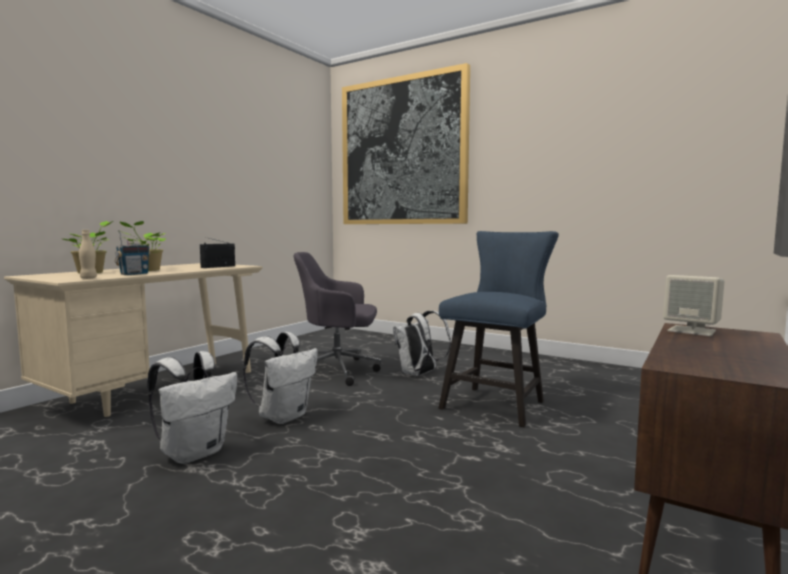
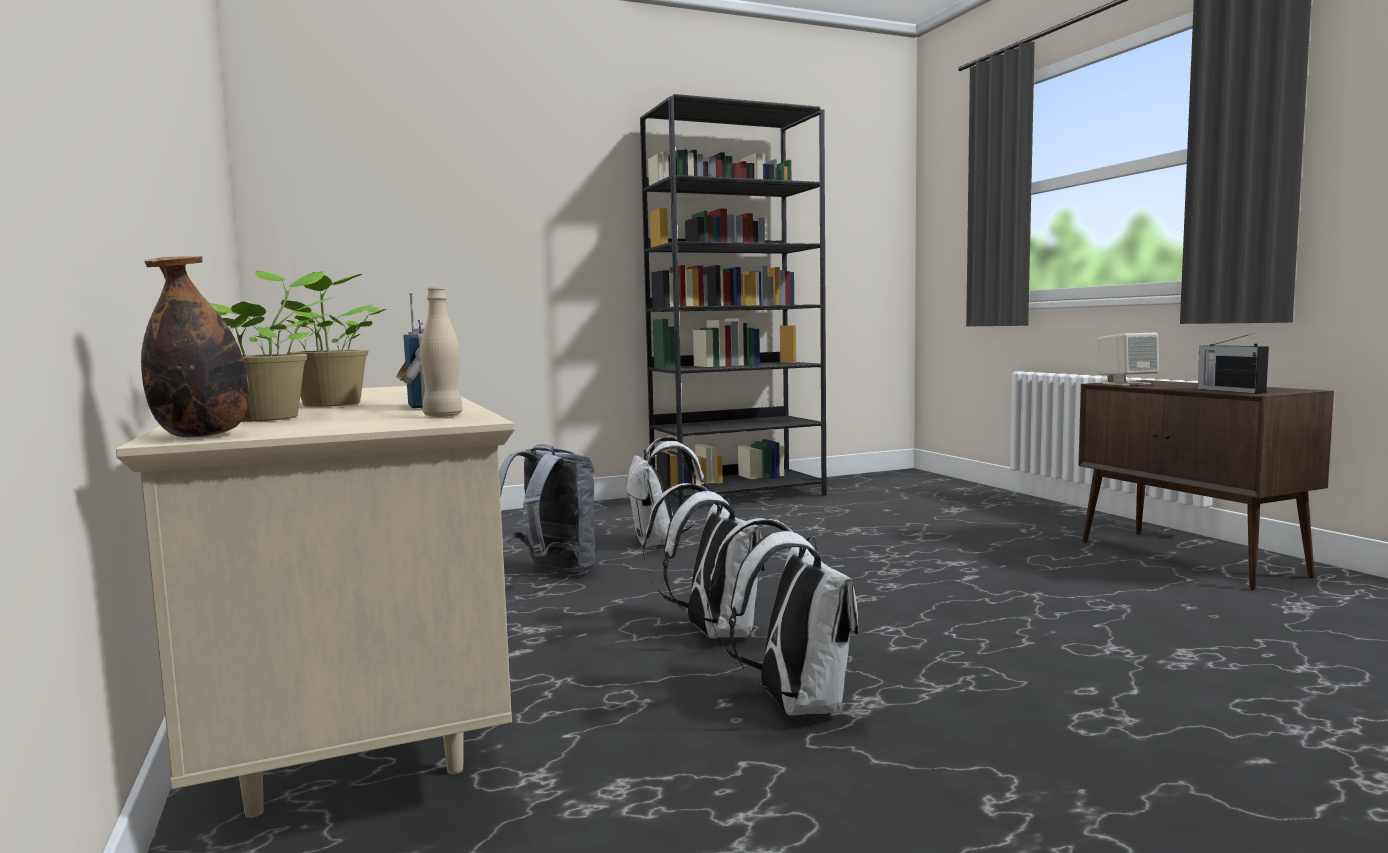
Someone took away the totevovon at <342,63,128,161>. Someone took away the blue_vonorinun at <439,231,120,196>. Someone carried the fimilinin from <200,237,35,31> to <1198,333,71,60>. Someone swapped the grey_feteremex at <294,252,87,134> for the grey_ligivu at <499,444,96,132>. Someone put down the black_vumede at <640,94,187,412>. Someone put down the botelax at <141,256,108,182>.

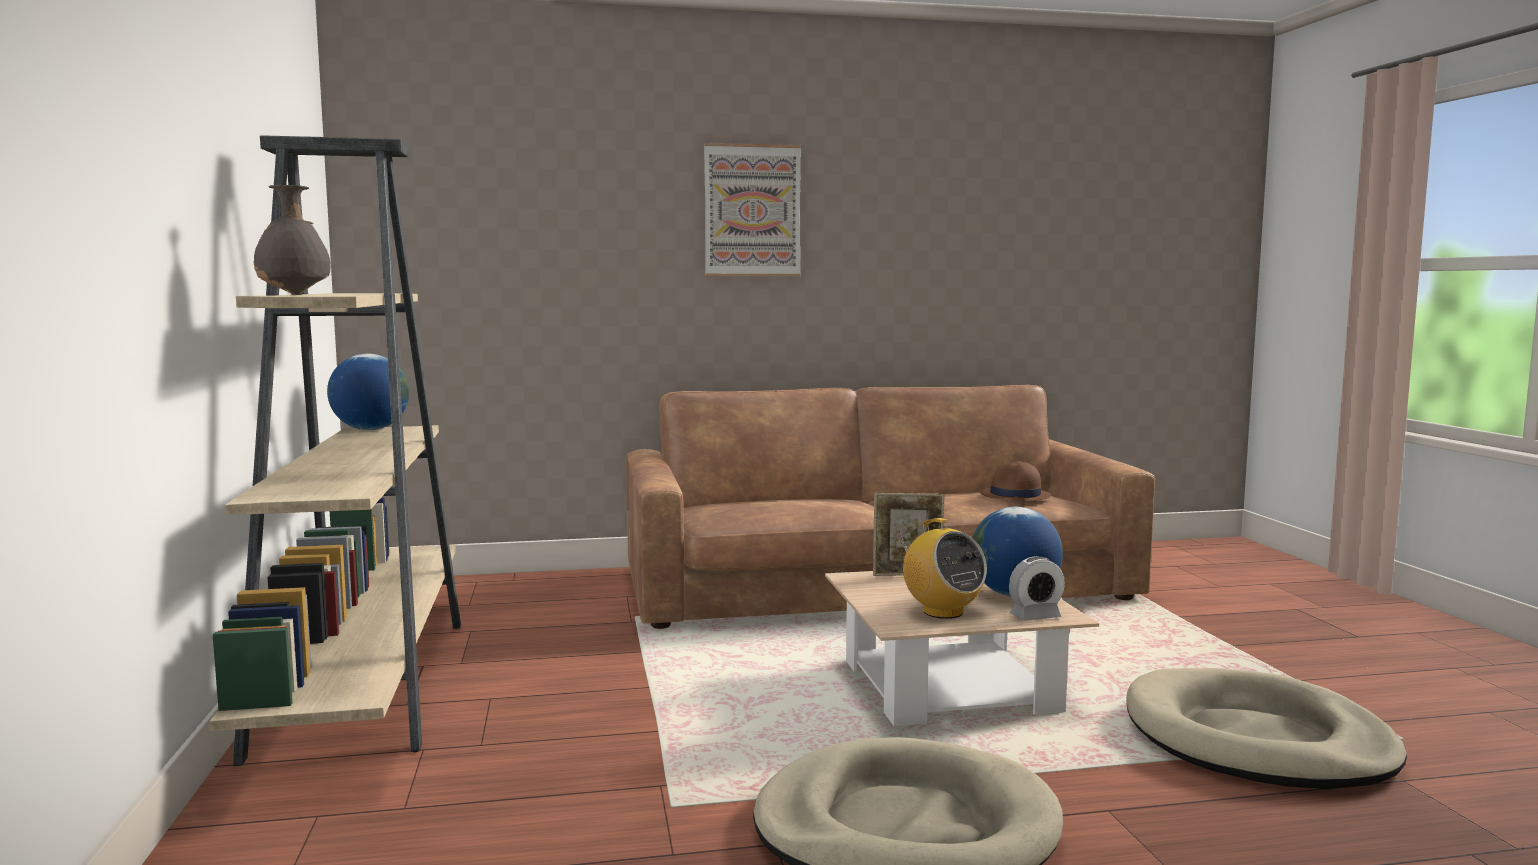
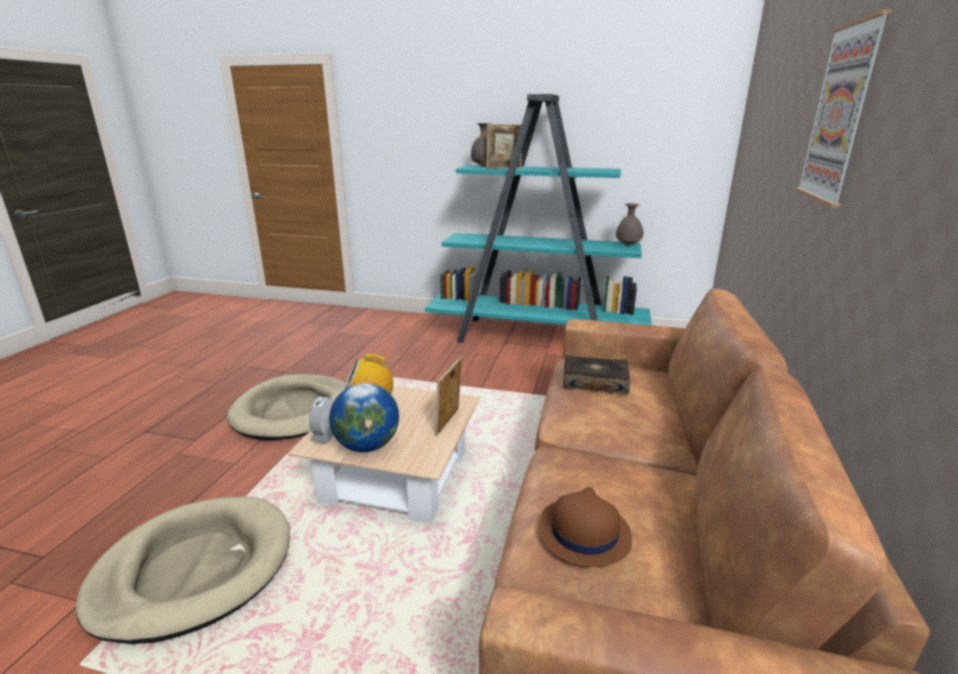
Someone repainted the beige_vumede at <209,135,252,631>, which became the turquoise_vumede at <425,94,227,249>. Someone swapped the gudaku at <327,353,82,77> for the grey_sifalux at <616,203,27,43>. Someone put down the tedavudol at <487,124,35,45>. Someone put down the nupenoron at <563,355,67,39>.

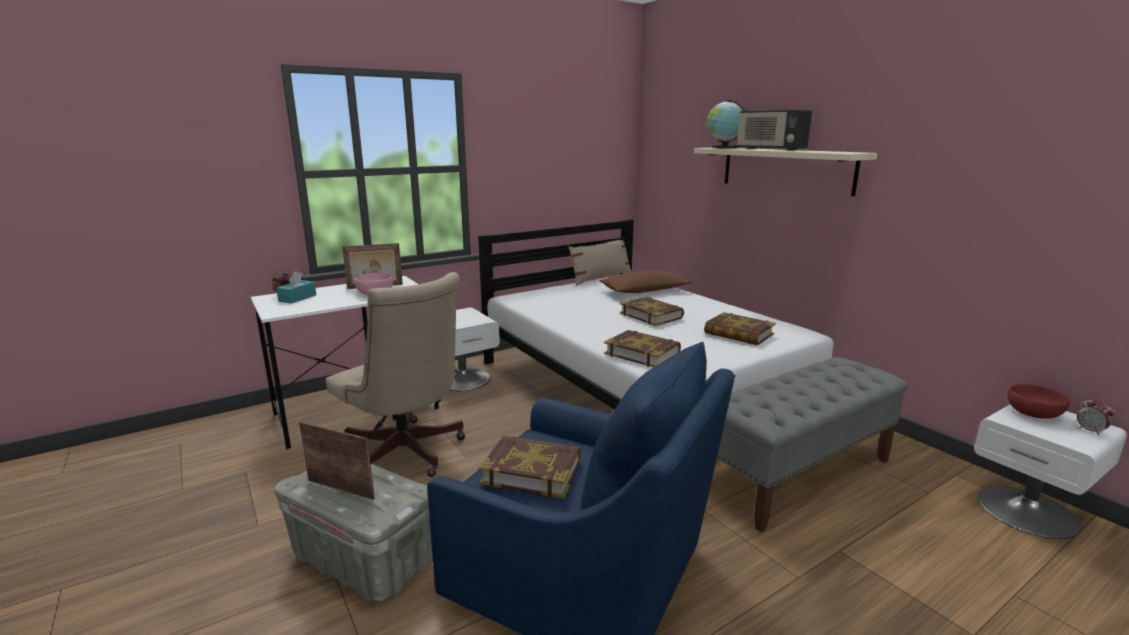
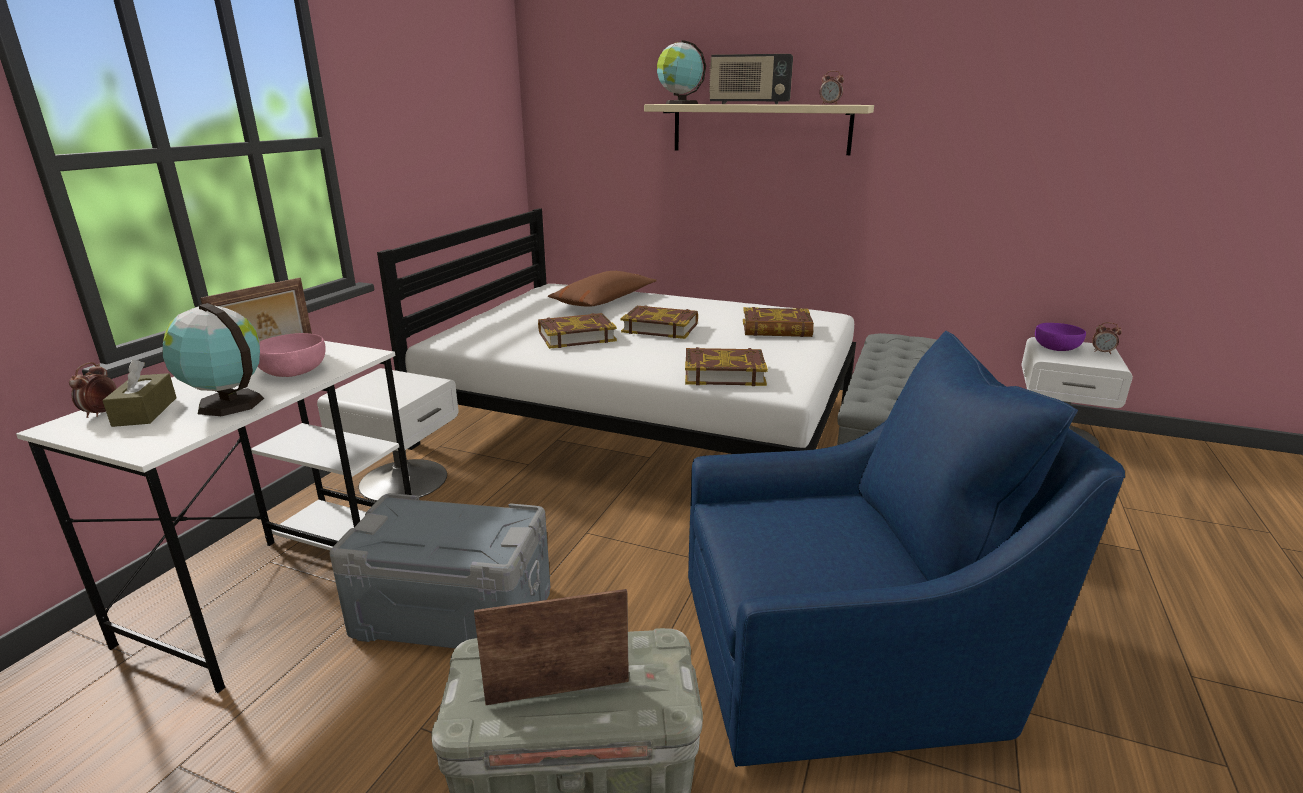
Someone took away the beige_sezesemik at <568,240,64,46>. Someone repainted the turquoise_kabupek at <276,271,40,33>, which became the brown_kabupek at <102,360,75,67>. Someone swapped the beige_feteremex at <326,272,139,205> for the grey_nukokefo at <330,493,220,155>. Someone repainted the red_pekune at <1007,384,63,35>, which became the purple_pekune at <1035,323,51,28>. Someone carried the nupenoron from <478,436,103,63> to <538,313,79,36>. Someone put down the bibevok at <820,71,24,34>. Someone put down the gudaku at <163,303,101,113>.

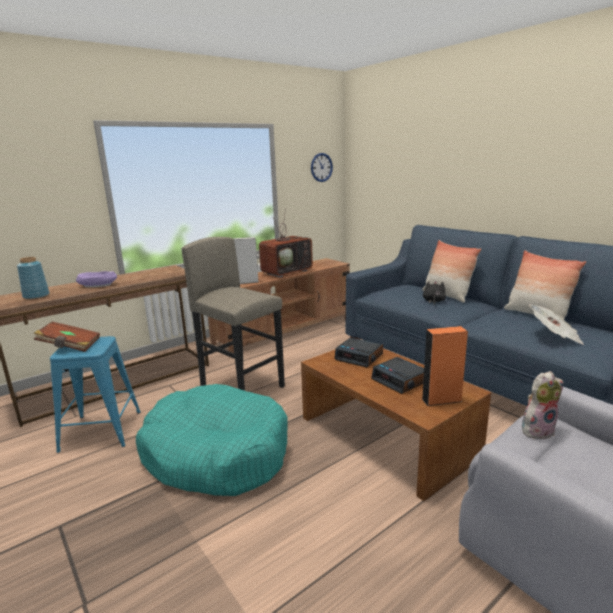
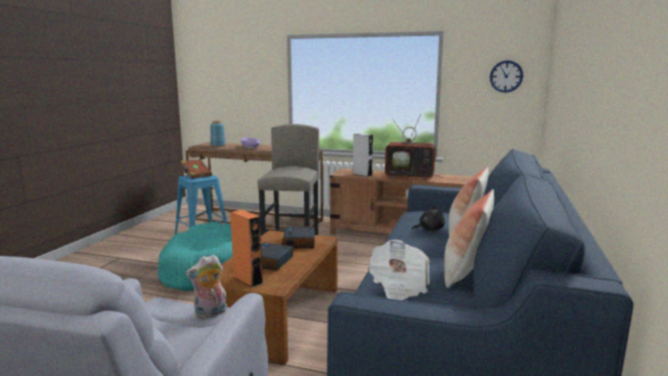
Someone rotated the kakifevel at <522,371,42,68> by 120 degrees clockwise.

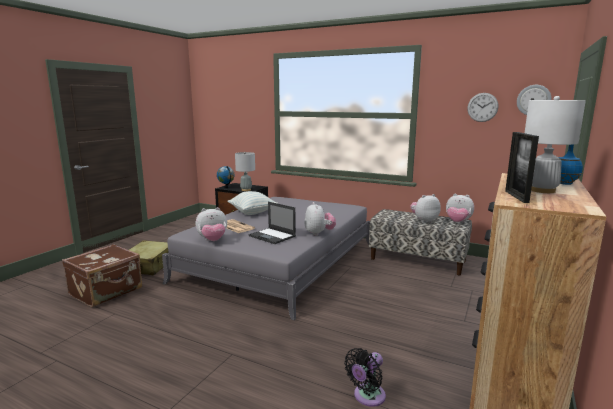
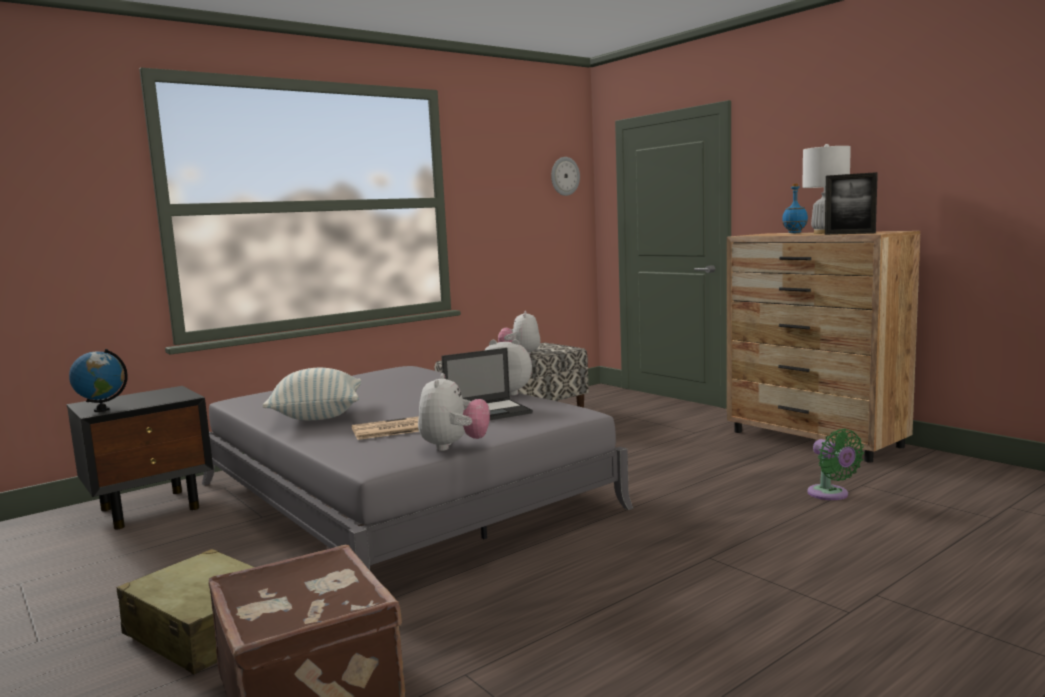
Someone took away the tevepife at <467,93,32,29>. Someone took away the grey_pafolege at <235,152,20,39>. Someone took away the kakifevel at <446,193,28,30>. Someone repainted the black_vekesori at <344,348,42,59>, which became the green_vekesori at <807,429,57,71>.

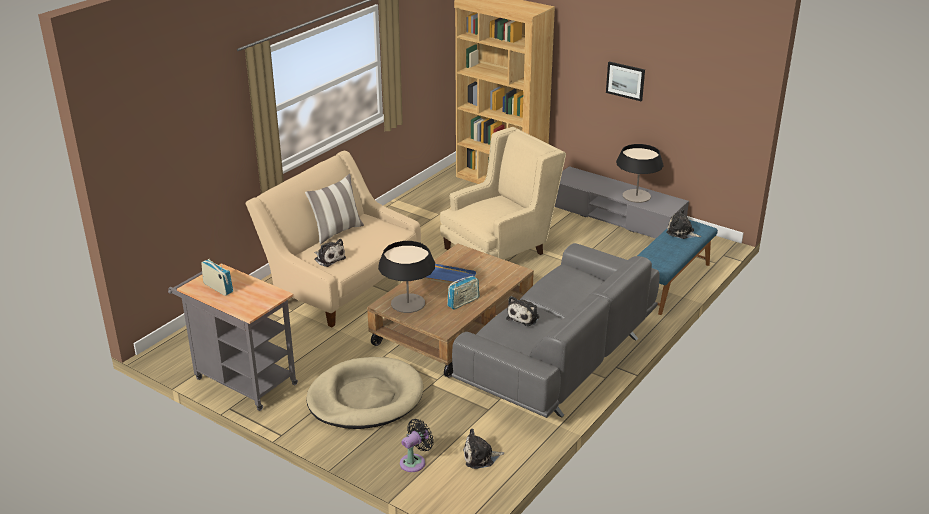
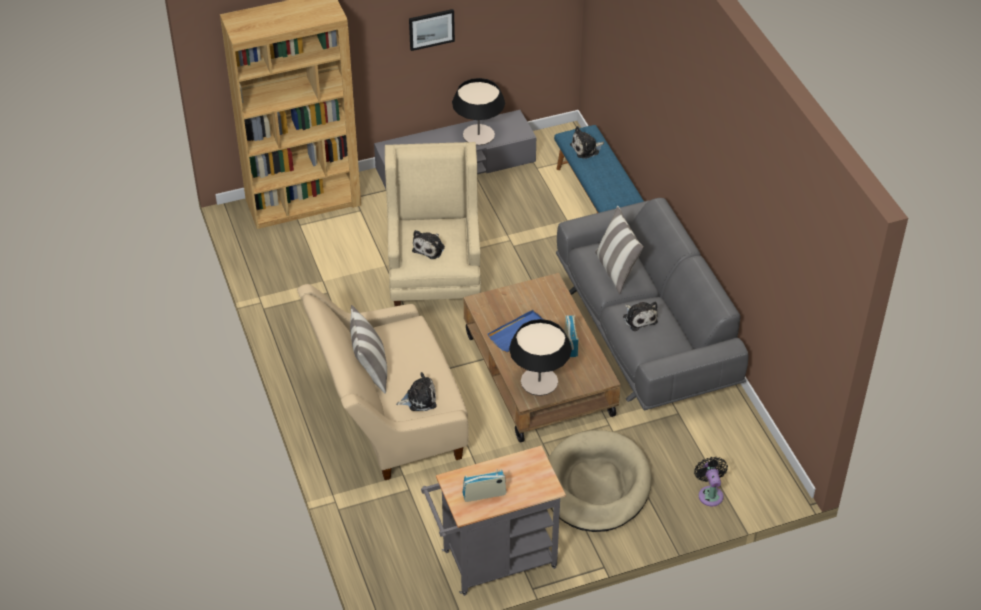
Someone carried the kakifevel from <463,428,41,41> to <412,230,33,29>. Someone put down the sezesemik at <595,206,49,88>.

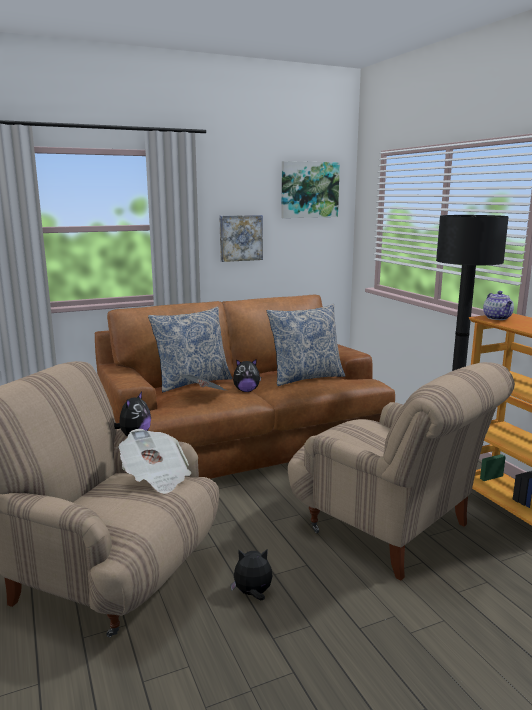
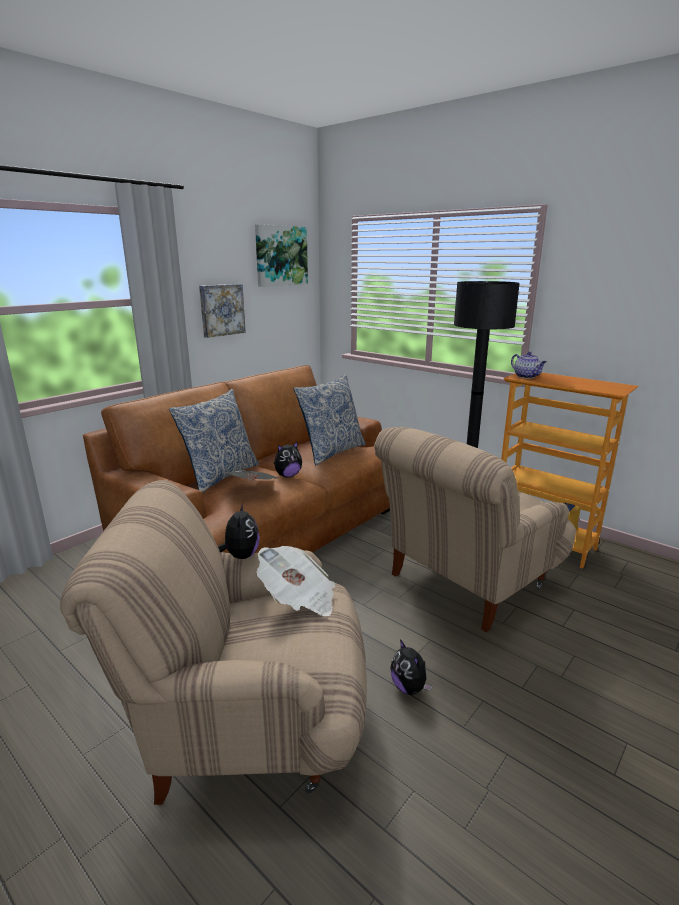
Someone rotated the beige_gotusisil at <288,362,227,219> by 120 degrees clockwise. Someone rotated the kakifevel at <230,549,43,51> by 90 degrees counterclockwise.

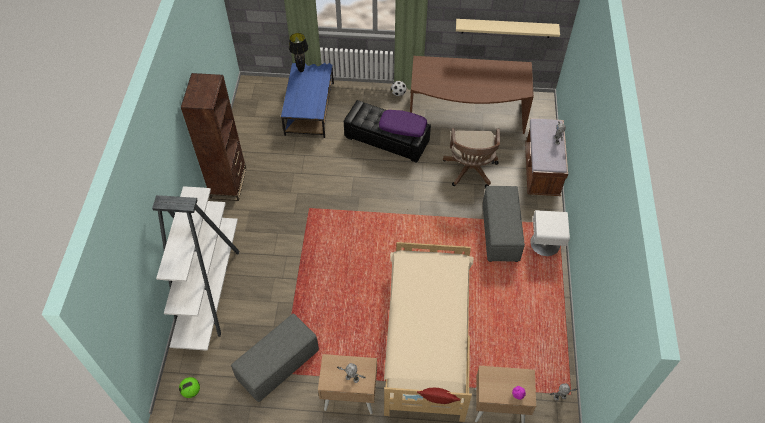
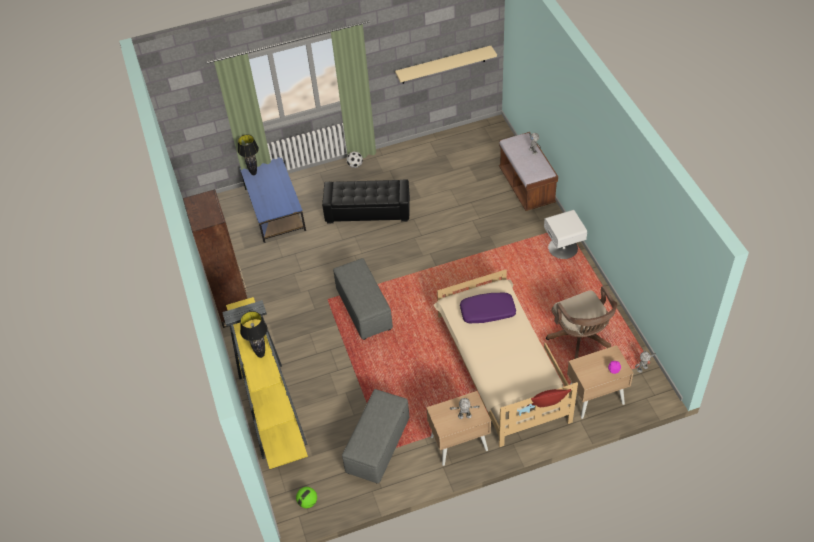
Someone took away the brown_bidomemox at <410,56,124,78>. Someone carried the purple_sezesemik from <379,110,48,27> to <460,293,56,30>. Someone carried the brown_feteremex from <443,128,57,60> to <546,286,71,74>. Someone repainted the white_vumede at <152,186,87,165>, which became the yellow_vumede at <222,297,86,172>. Someone carried the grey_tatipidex from <483,186,42,76> to <333,258,60,82>. Someone put down the black_pafolege at <240,311,28,47>.

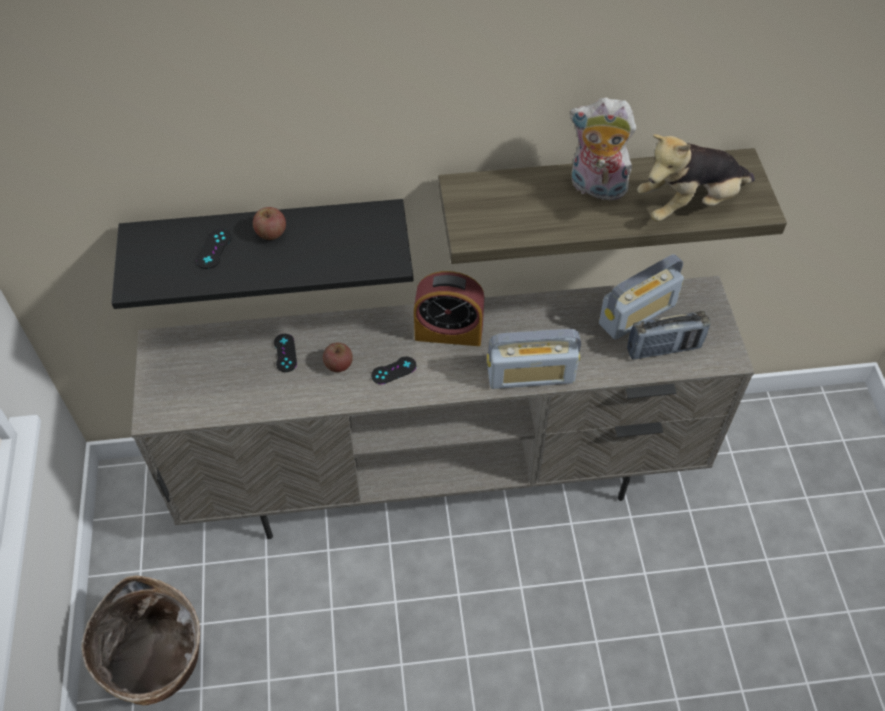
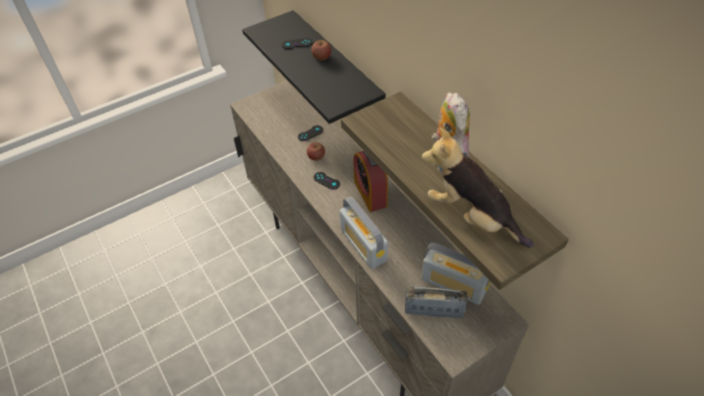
Someone rotated the fimilinin at <627,311,83,49> by 135 degrees clockwise. Someone took away the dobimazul at <81,575,119,130>.

